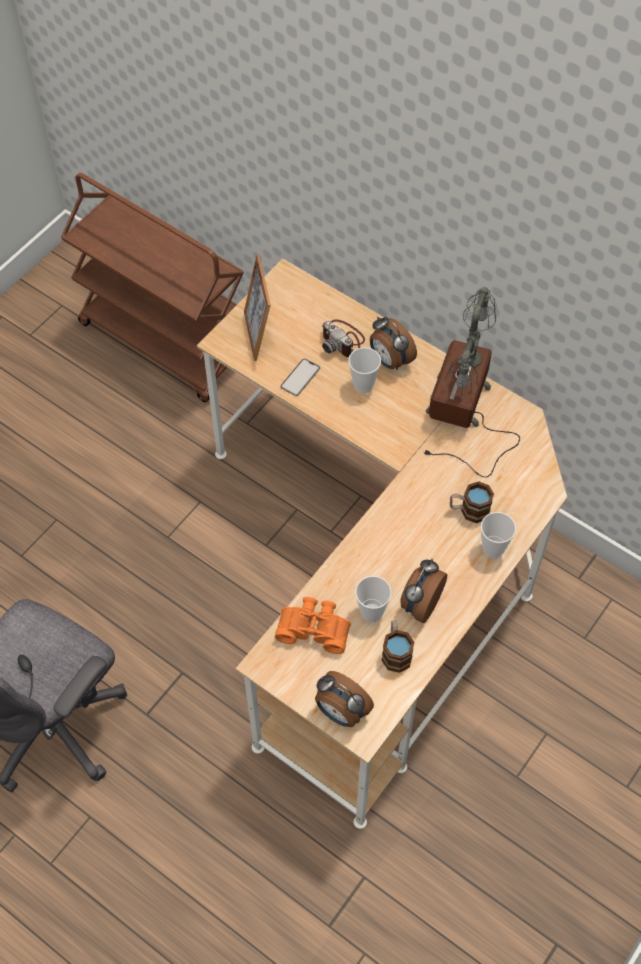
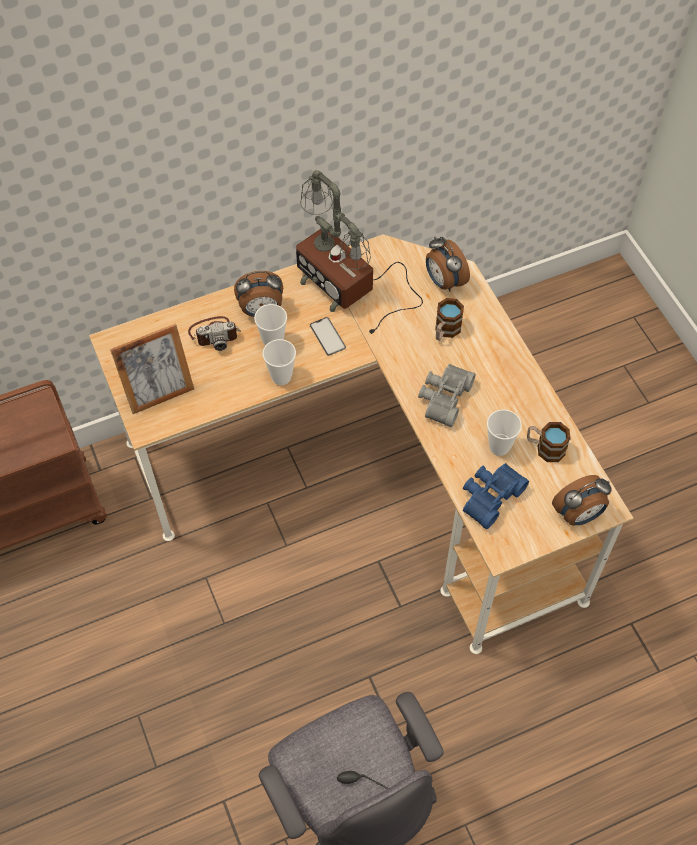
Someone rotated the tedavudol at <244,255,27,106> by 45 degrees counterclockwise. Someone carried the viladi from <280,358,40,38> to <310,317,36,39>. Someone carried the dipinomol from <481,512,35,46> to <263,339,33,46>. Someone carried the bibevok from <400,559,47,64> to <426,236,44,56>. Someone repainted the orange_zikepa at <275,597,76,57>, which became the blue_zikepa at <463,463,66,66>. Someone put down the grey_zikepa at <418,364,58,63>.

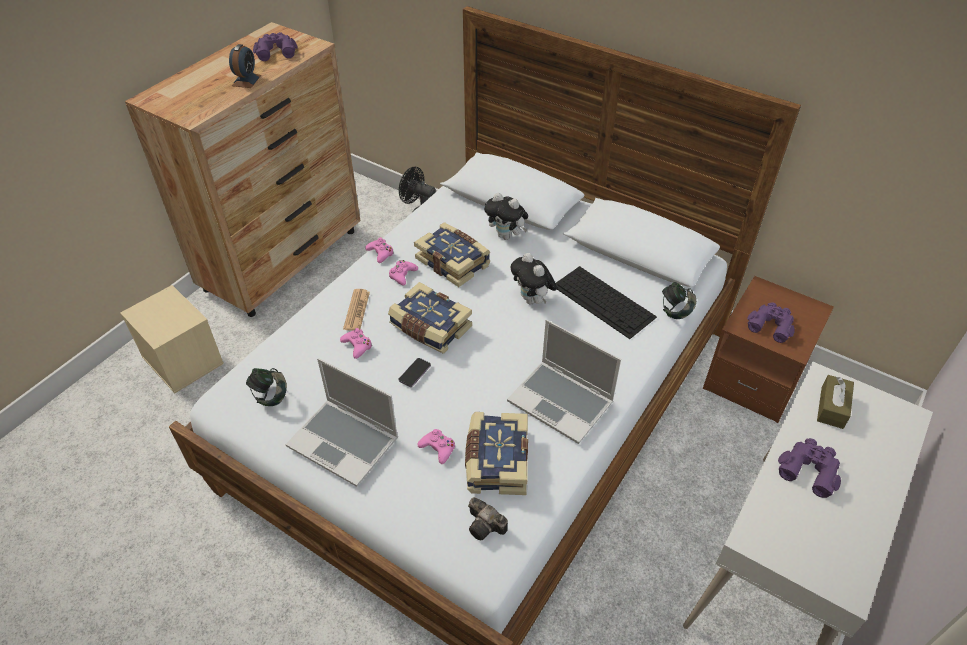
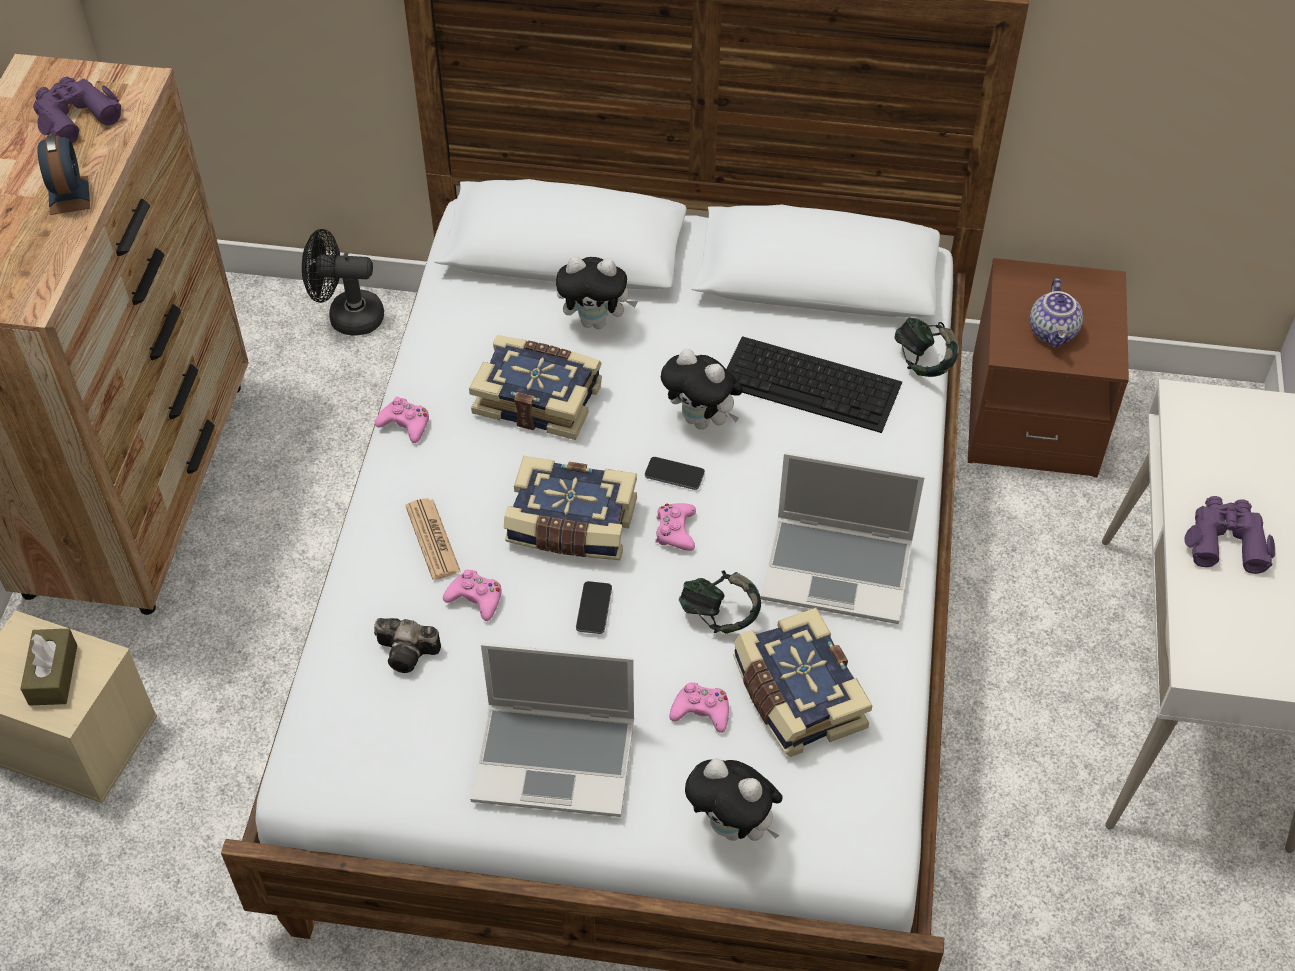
Someone carried the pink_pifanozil from <389,260,29,26> to <655,503,41,48>. Someone swapped the purple_zikepa at <747,302,48,41> for the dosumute at <1030,278,53,69>. Someone carried the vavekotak from <246,368,41,38> to <679,570,82,64>. Someone carried the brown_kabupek from <817,375,37,54> to <20,629,57,77>. Someone carried the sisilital from <468,497,40,43> to <374,618,67,55>. Someone put down the viladi at <645,457,60,33>. Someone put down the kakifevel at <685,759,98,82>.

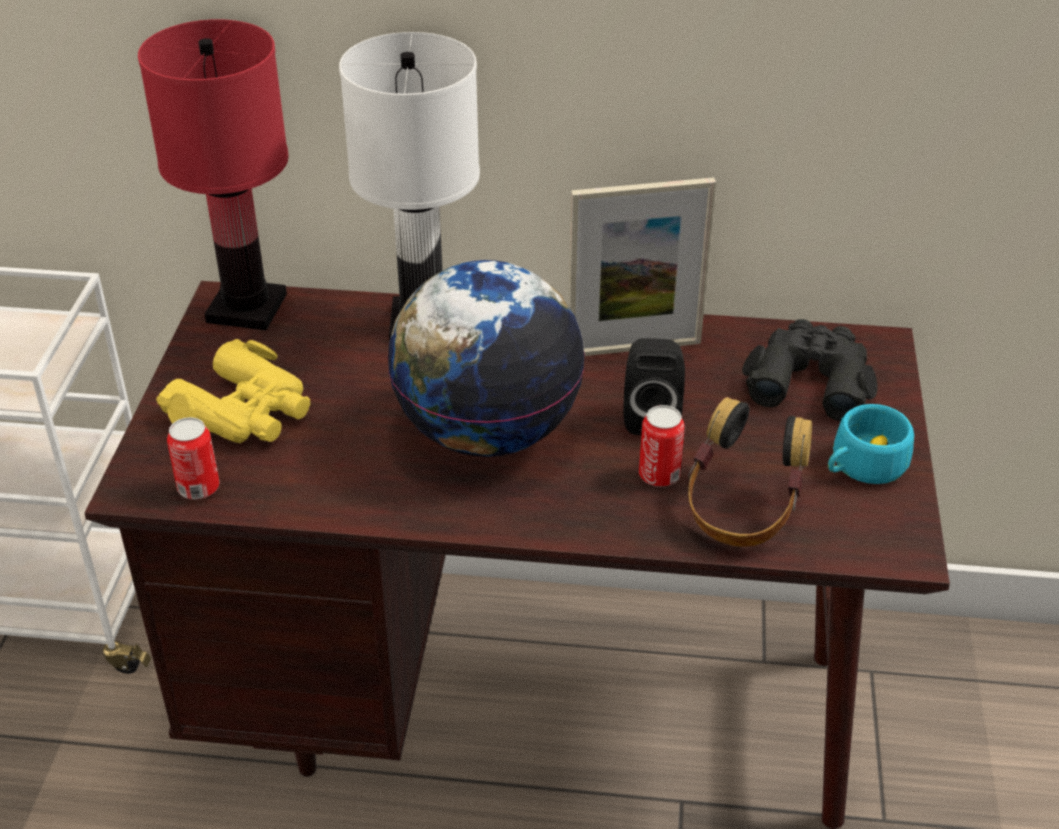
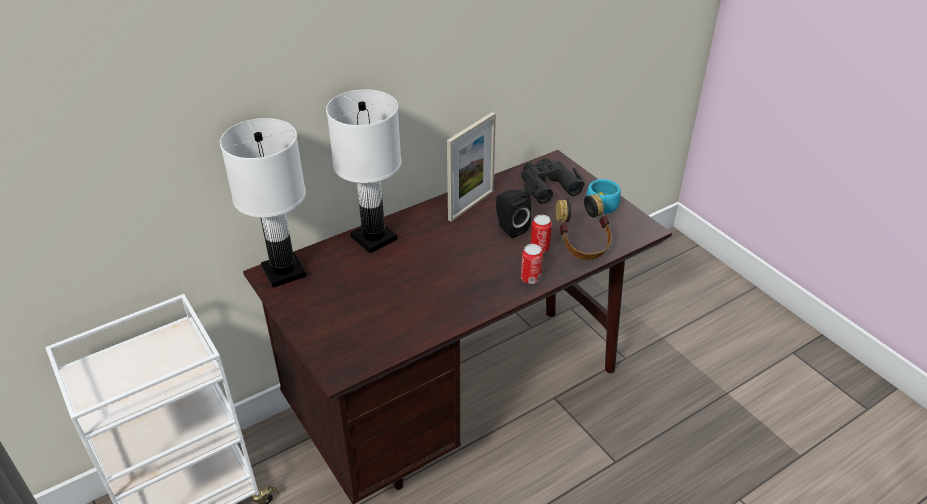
Someone repainted the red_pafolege at <138,19,151,311>, which became the white_pafolege at <220,118,87,170>. Someone took away the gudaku at <387,260,198,197>. Someone took away the yellow_zikepa at <156,339,154,104>. Someone carried the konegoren from <167,417,53,82> to <521,244,22,40>.

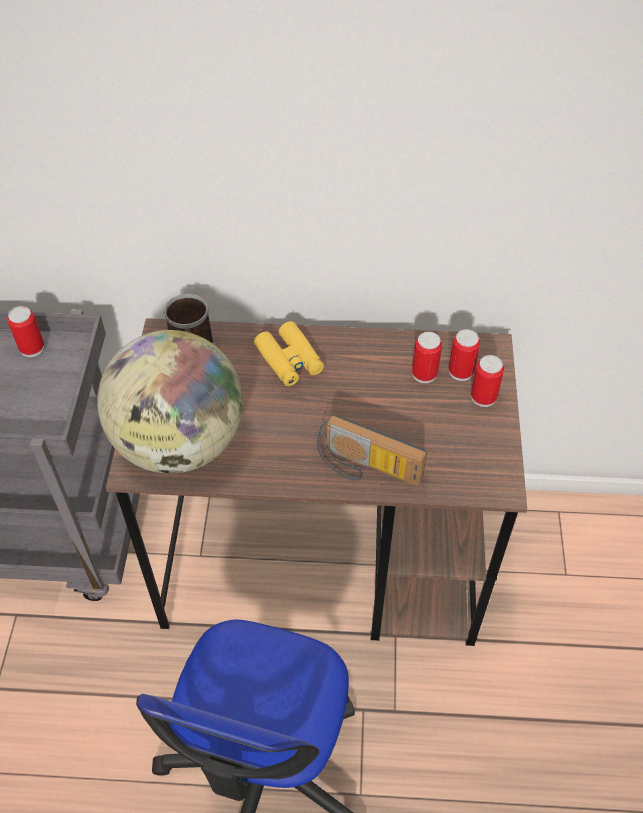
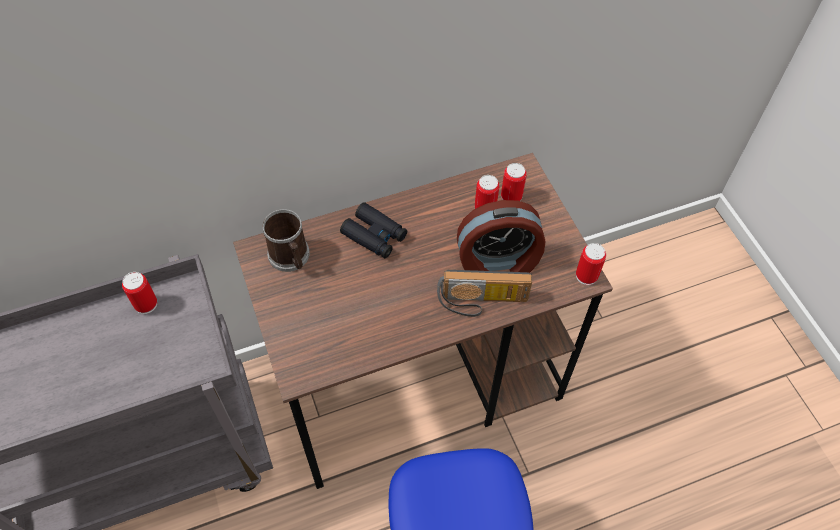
Someone repainted the yellow_zikepa at <254,321,70,65>, which became the black_zikepa at <340,202,67,56>. Someone took away the gudaku at <97,330,146,144>. Someone carried the konegoren from <471,355,33,52> to <576,243,30,42>. Someone put down the bibevok at <457,200,89,73>.

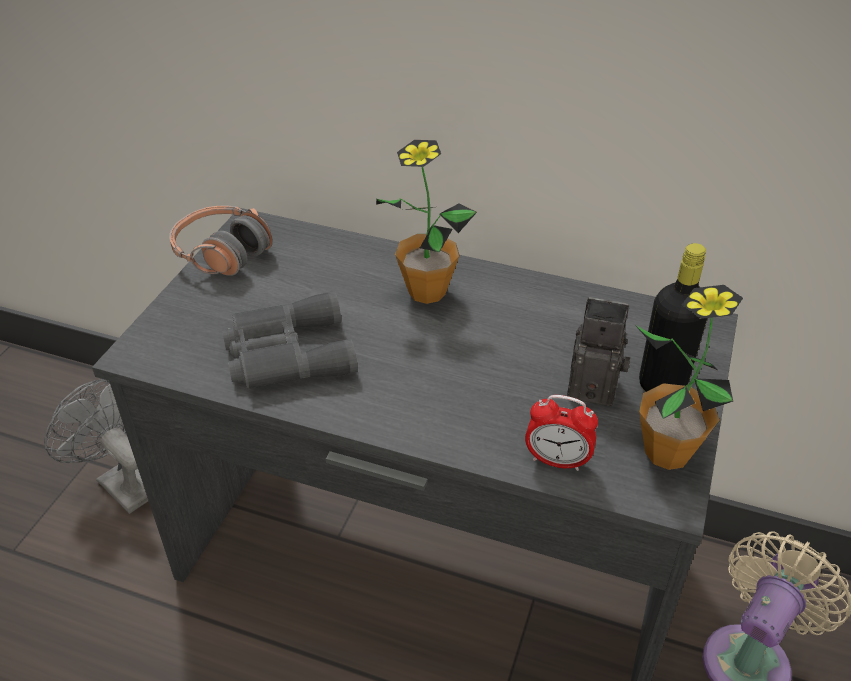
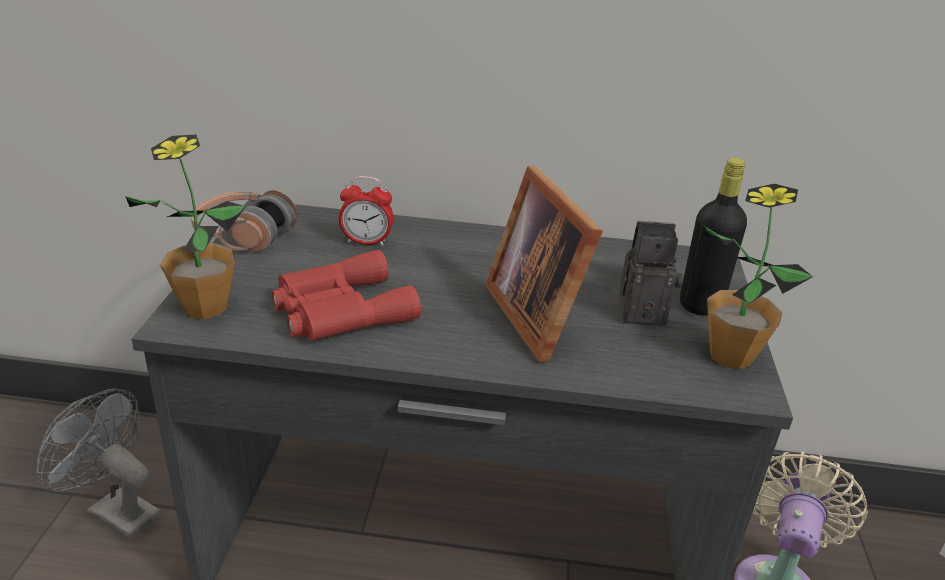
Someone carried the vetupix from <376,140,101,164> to <125,135,121,184>. Someone repainted the grey_zikepa at <222,291,136,98>, which became the red_zikepa at <271,250,150,91>. Someone carried the bibevok from <525,395,73,76> to <339,176,55,70>. Someone put down the tedavudol at <485,166,118,196>.

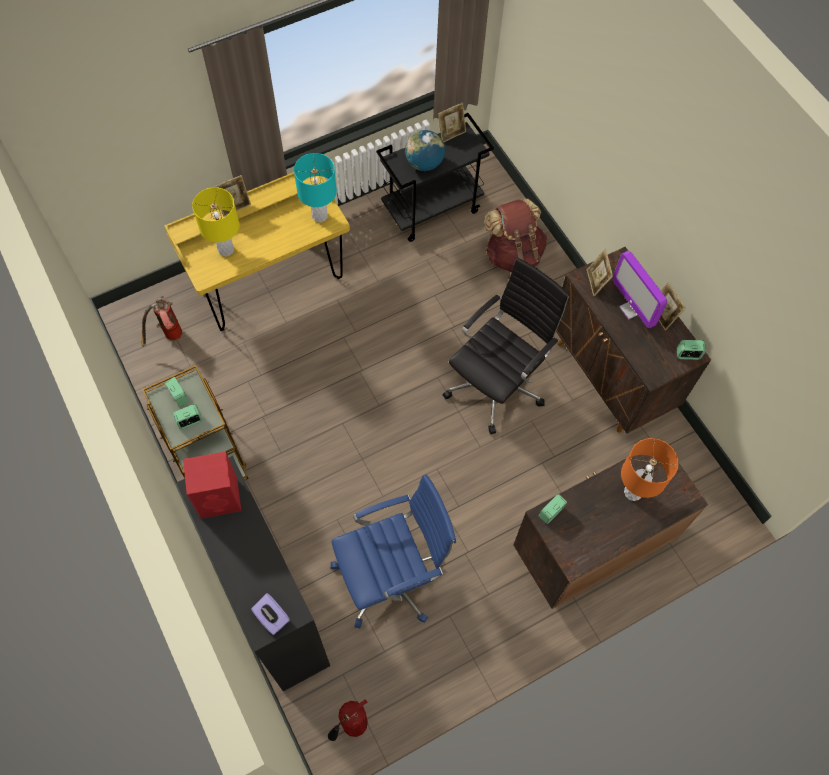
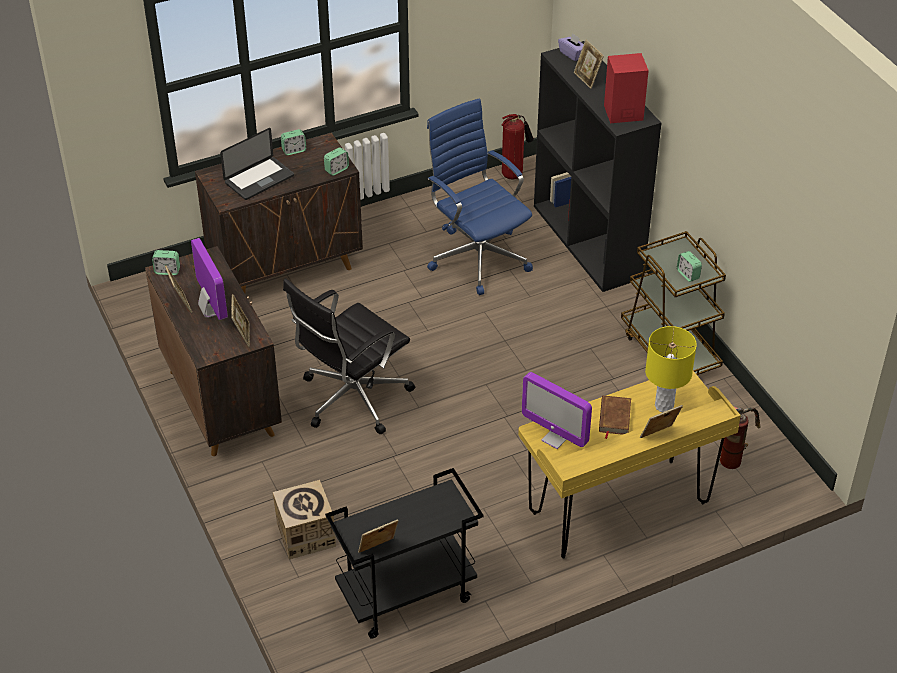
Someone took away the gudaku at <405,130,40,41>. Someone swapped the turquoise_pafolege at <294,153,43,69> for the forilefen at <522,372,70,77>. Someone swapped the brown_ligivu at <484,199,63,74> for the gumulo at <273,480,63,79>. Someone carried the bibevok from <173,404,30,26> to <281,129,25,26>. Someone swapped the orange_pafolege at <621,438,57,63> for the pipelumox at <220,128,74,72>. Someone rotated the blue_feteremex at <331,474,125,154> by 75 degrees clockwise. Someone put down the tedavudol at <574,40,30,49>. Someone put down the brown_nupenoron at <599,396,32,43>.

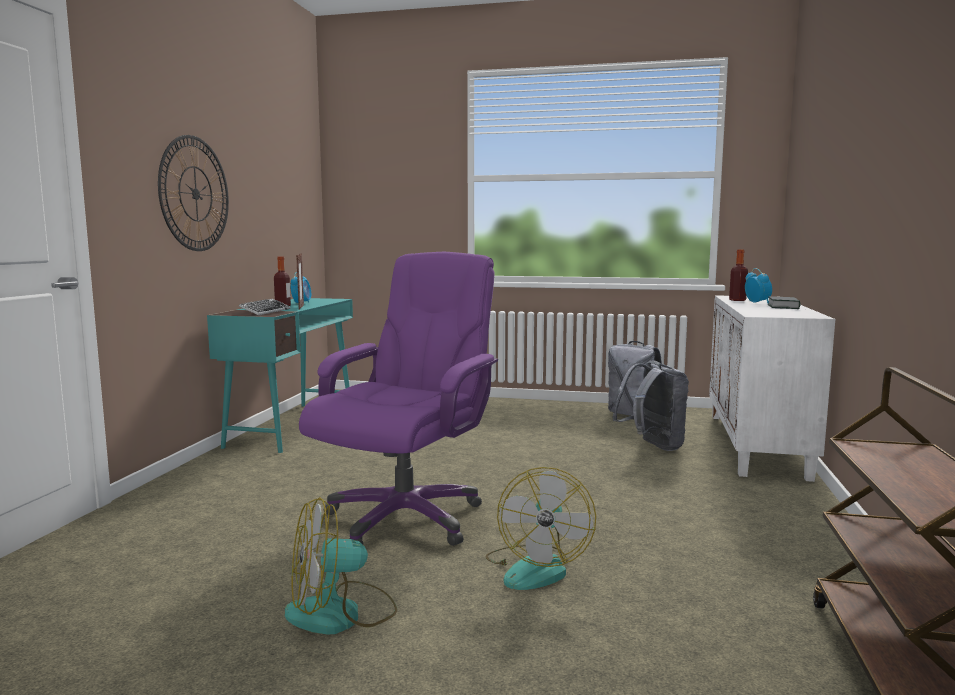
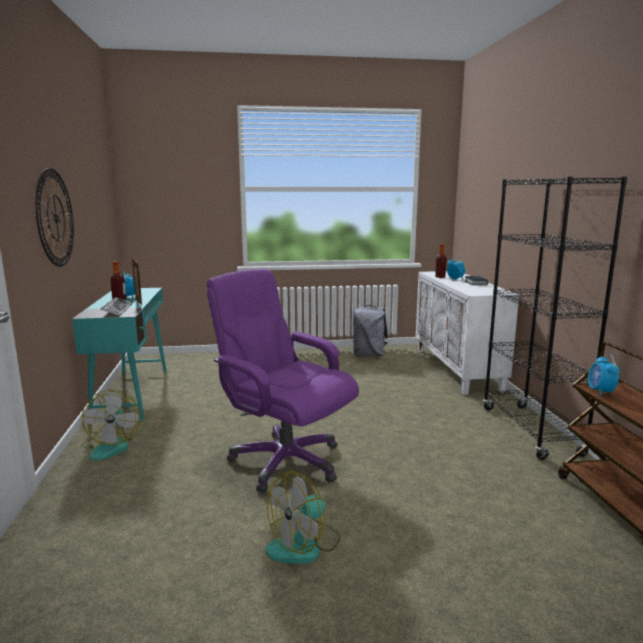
Someone rotated the purple_feteremex at <299,252,199,294> by 60 degrees counterclockwise. Someone took away the grey_ligivu at <612,360,77,91>. Someone carried the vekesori from <485,467,111,123> to <81,390,59,71>. Someone put down the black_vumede at <483,176,144,284>. Someone put down the bibevok at <588,355,32,41>.

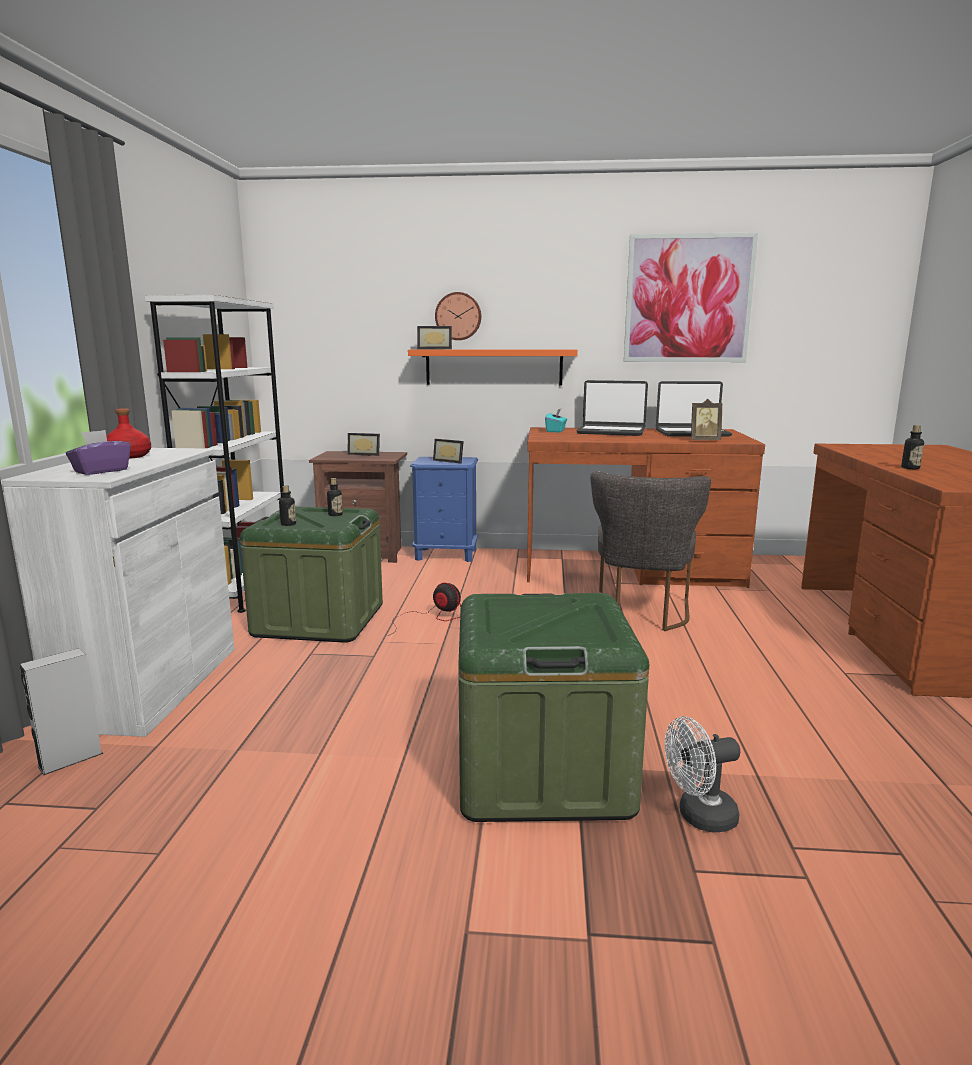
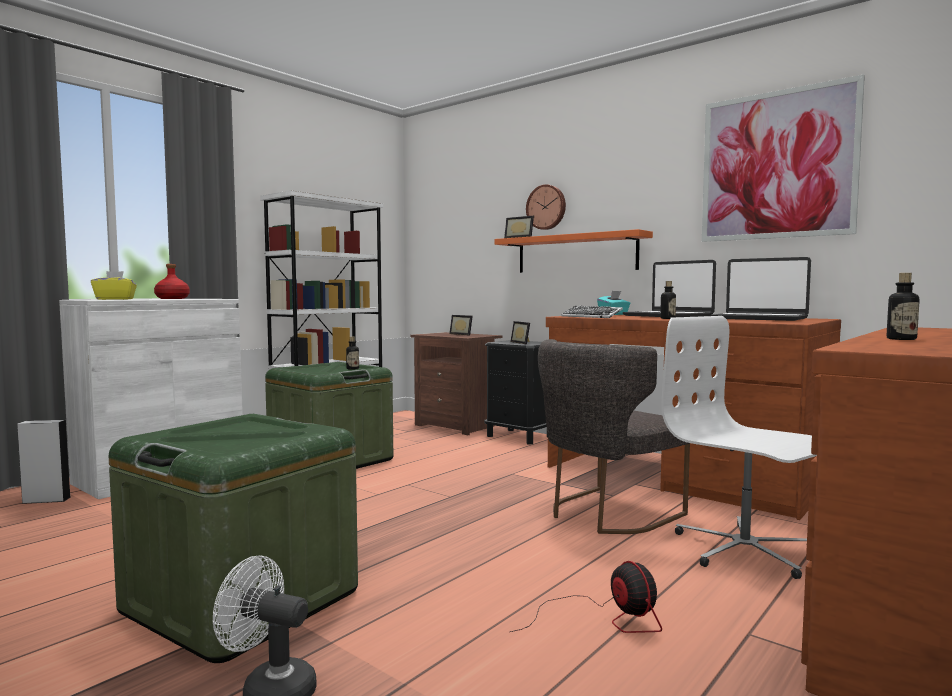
Someone took away the tedavudol at <691,399,32,41>. Someone repainted the purple_kabupek at <66,430,65,45>, which became the yellow_kabupek at <91,271,46,29>. Someone repainted the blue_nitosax at <410,457,68,105>, which became the black_nitosax at <484,340,64,104>. Someone carried the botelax from <279,486,17,40> to <660,281,16,38>. Someone carried the vekesori from <388,583,73,53> to <510,561,152,72>. Someone put down the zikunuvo at <562,306,61,12>. Someone put down the white_feteremex at <661,316,156,263>.

